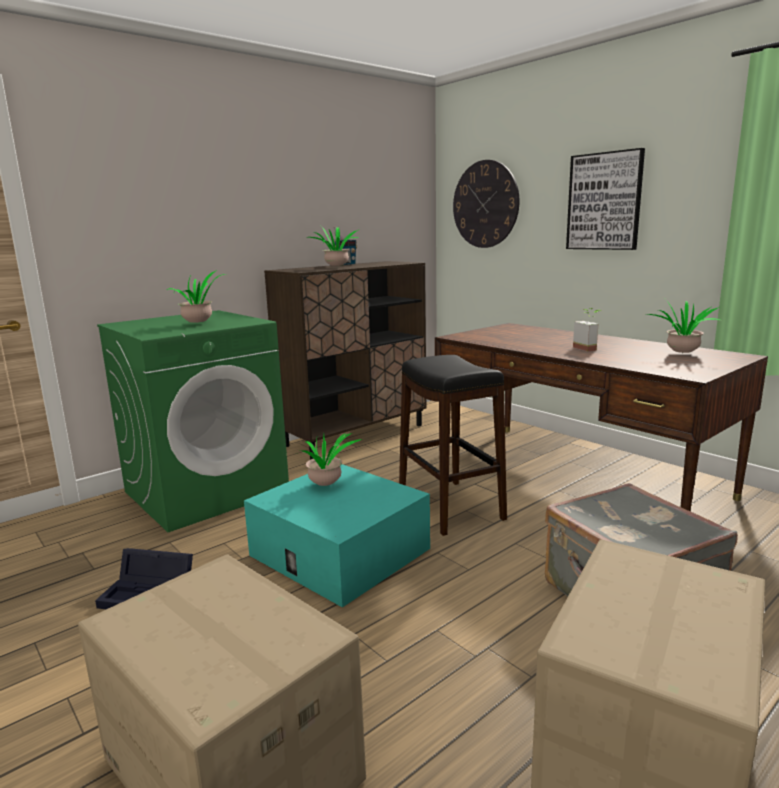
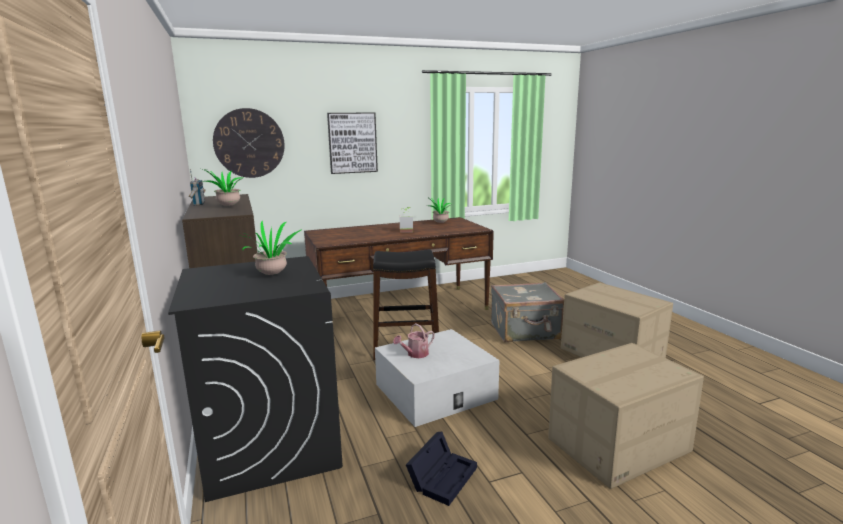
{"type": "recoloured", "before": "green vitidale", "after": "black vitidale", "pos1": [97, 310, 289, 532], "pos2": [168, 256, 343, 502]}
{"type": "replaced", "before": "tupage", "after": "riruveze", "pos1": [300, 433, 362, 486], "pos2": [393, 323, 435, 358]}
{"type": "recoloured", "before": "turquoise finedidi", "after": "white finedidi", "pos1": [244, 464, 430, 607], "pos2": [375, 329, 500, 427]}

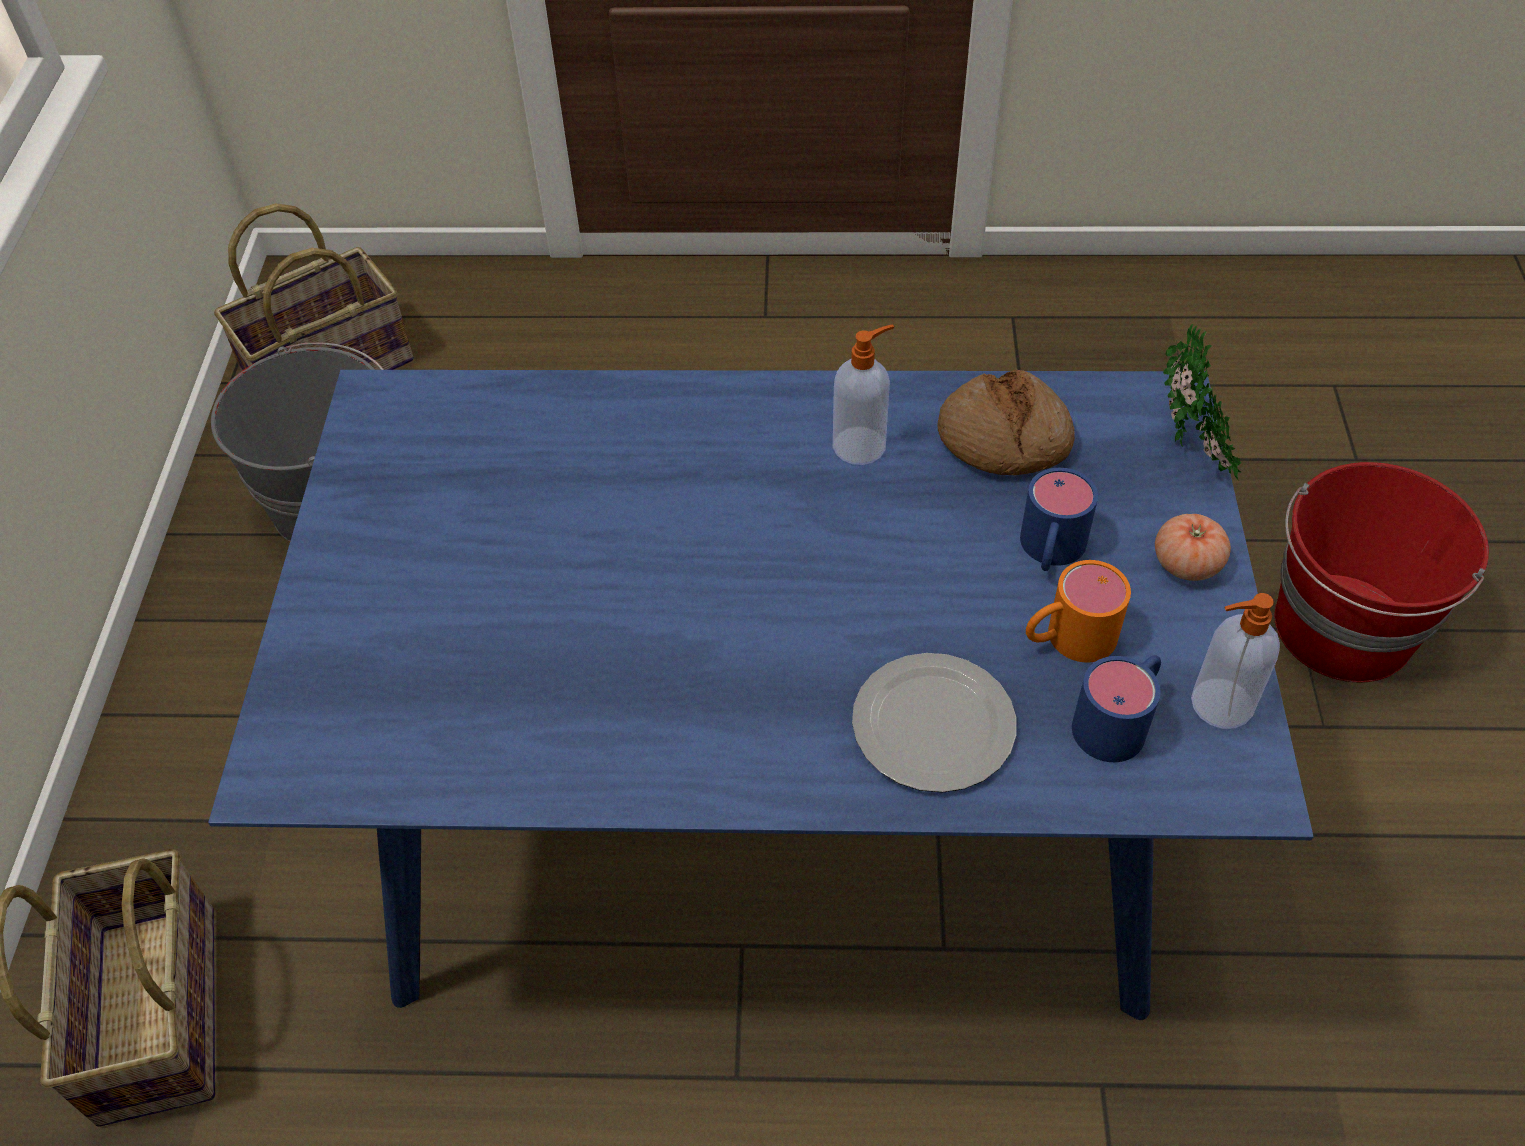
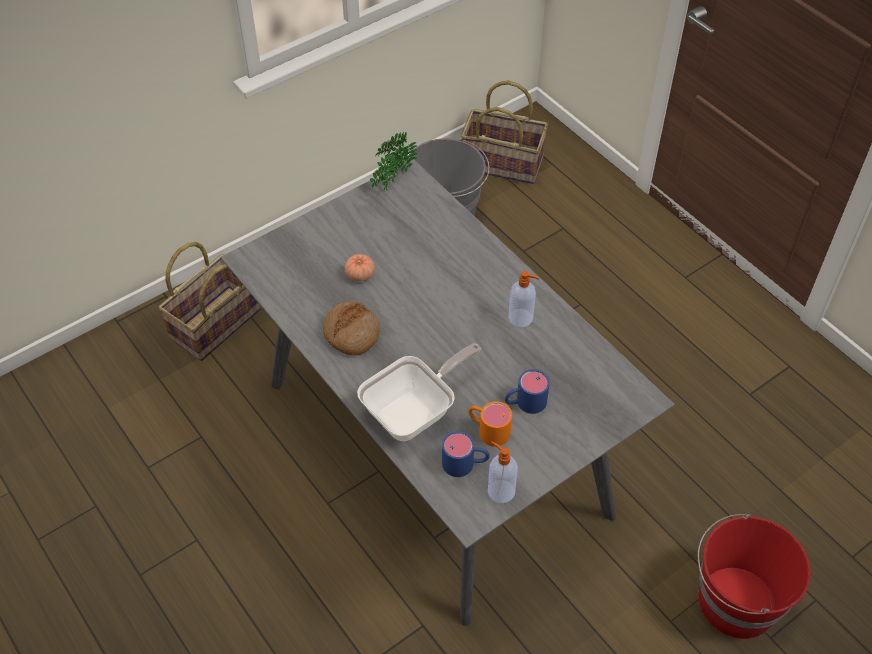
{"type": "moved", "before": "tupage", "pos1": [1163, 324, 1242, 481], "pos2": [370, 132, 417, 191]}
{"type": "recoloured", "before": "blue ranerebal", "after": "grey ranerebal", "pos1": [208, 370, 1314, 1020], "pos2": [221, 159, 675, 626]}
{"type": "moved", "before": "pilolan", "pos1": [937, 370, 1075, 475], "pos2": [323, 301, 380, 356]}
{"type": "moved", "before": "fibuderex", "pos1": [1155, 514, 1231, 581], "pos2": [345, 254, 375, 282]}
{"type": "replaced", "before": "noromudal", "after": "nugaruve", "pos1": [852, 653, 1016, 793], "pos2": [357, 344, 481, 441]}

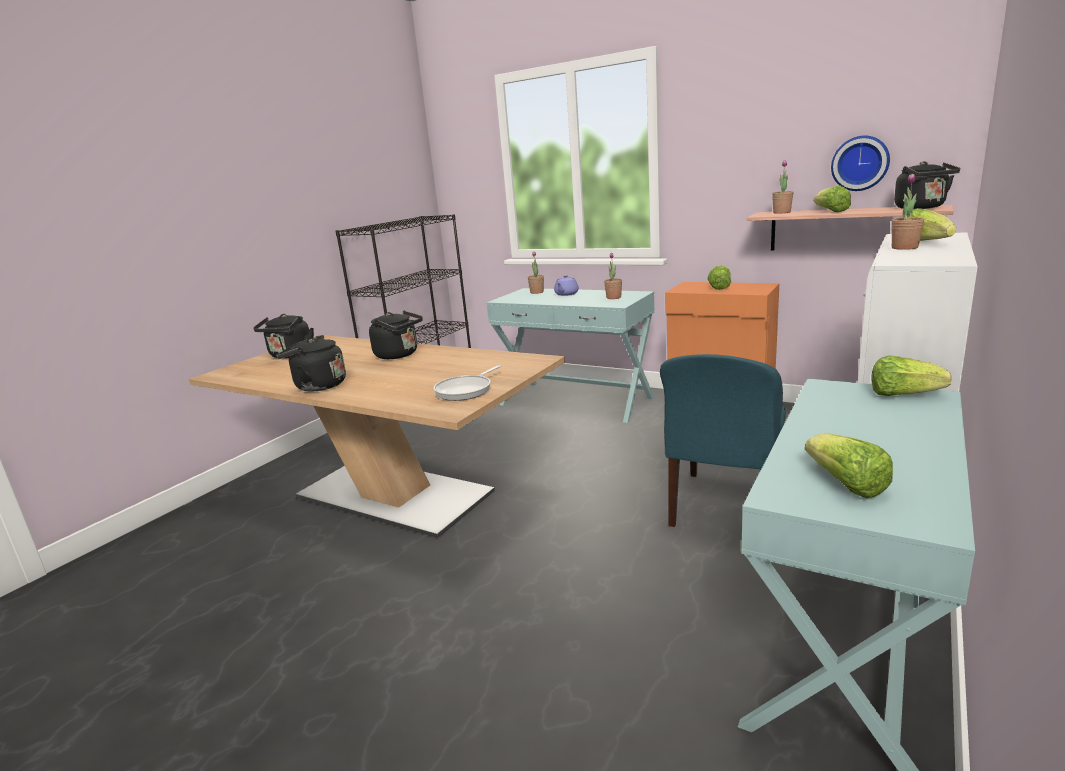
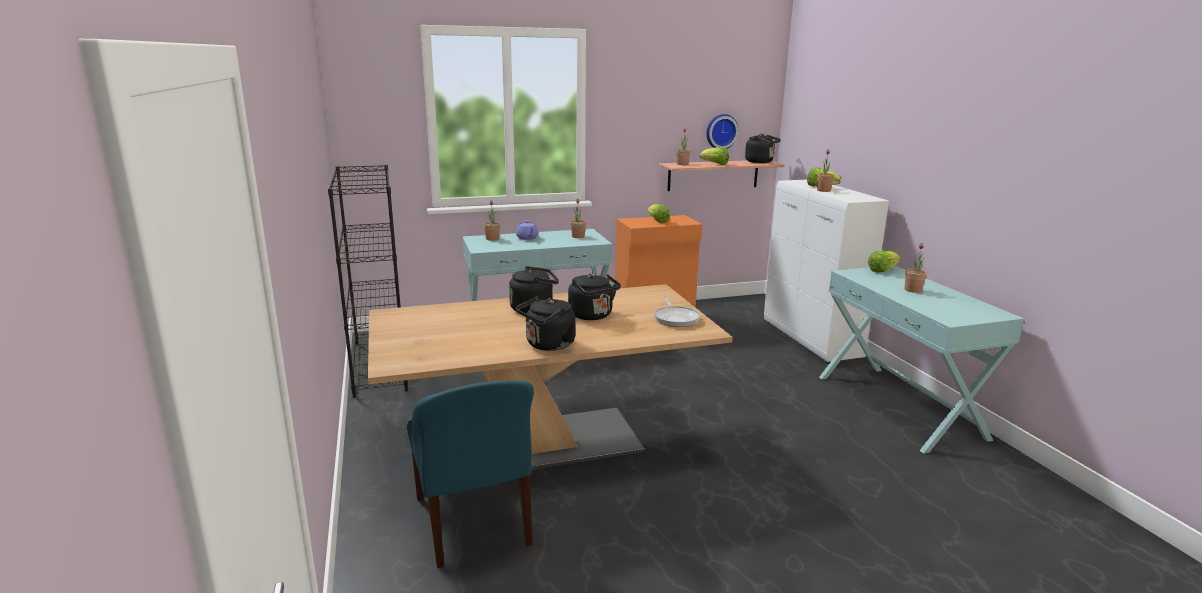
{"type": "moved", "before": "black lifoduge", "pos1": [253, 314, 314, 358], "pos2": [568, 274, 621, 320]}
{"type": "moved", "before": "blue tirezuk", "pos1": [660, 354, 786, 527], "pos2": [407, 380, 534, 568]}
{"type": "removed", "before": "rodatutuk", "pos1": [805, 434, 893, 498]}
{"type": "added", "after": "tupage", "pos2": [905, 243, 927, 293]}

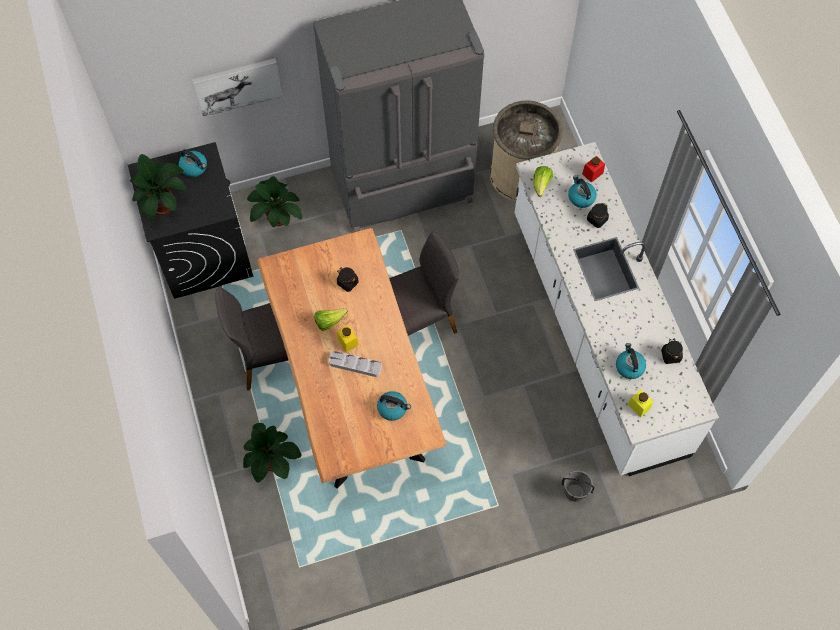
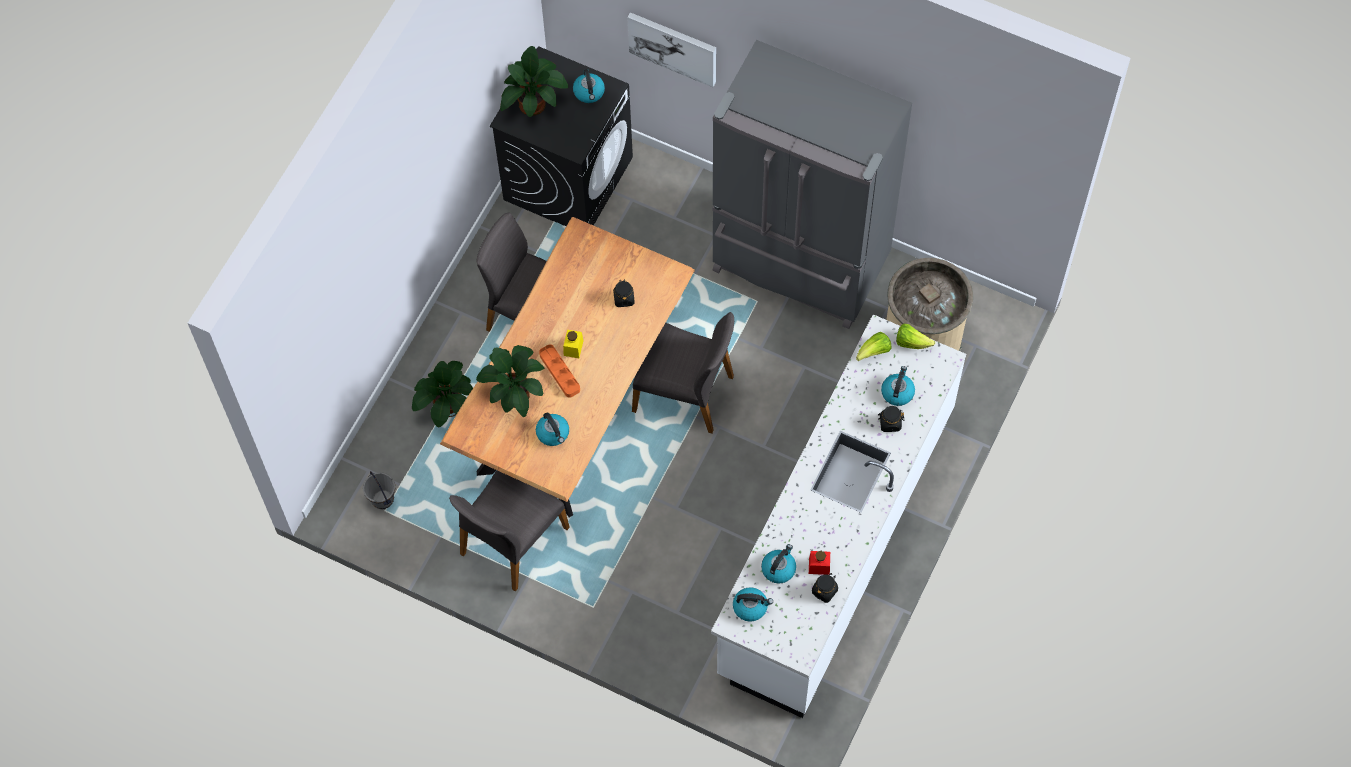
{"type": "moved", "before": "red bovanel", "pos1": [582, 156, 605, 183], "pos2": [809, 551, 830, 575]}
{"type": "moved", "before": "tupage", "pos1": [247, 176, 302, 227], "pos2": [476, 345, 544, 417]}
{"type": "moved", "before": "rodatutuk", "pos1": [314, 308, 348, 331], "pos2": [896, 324, 935, 349]}
{"type": "recoloured", "before": "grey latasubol", "after": "orange latasubol", "pos1": [329, 351, 382, 377], "pos2": [539, 344, 580, 398]}
{"type": "replaced", "before": "yellow bovanel", "after": "lifoduge", "pos1": [628, 389, 653, 417], "pos2": [733, 587, 773, 622]}
{"type": "moved", "before": "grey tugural", "pos1": [562, 470, 595, 502], "pos2": [363, 471, 395, 509]}
{"type": "added", "after": "grey tirezuk", "pos2": [449, 470, 570, 592]}

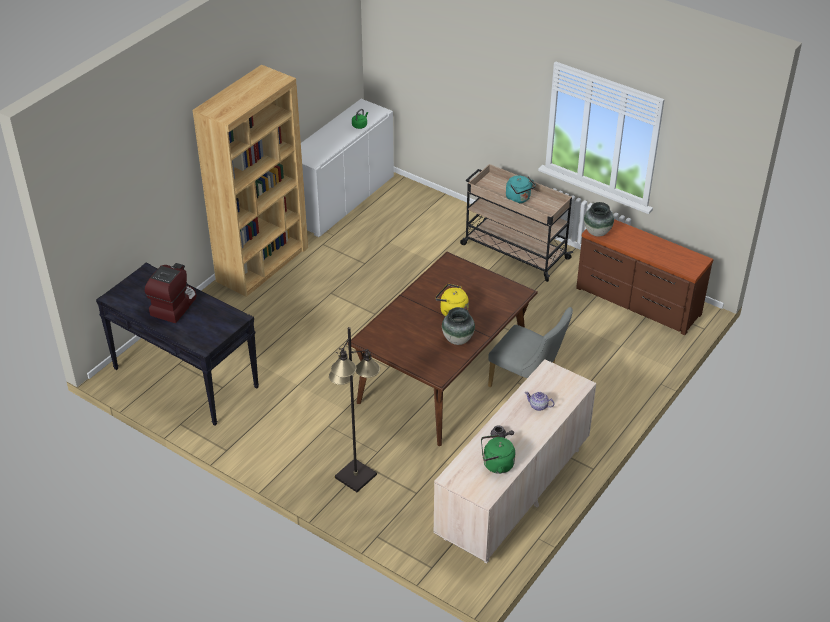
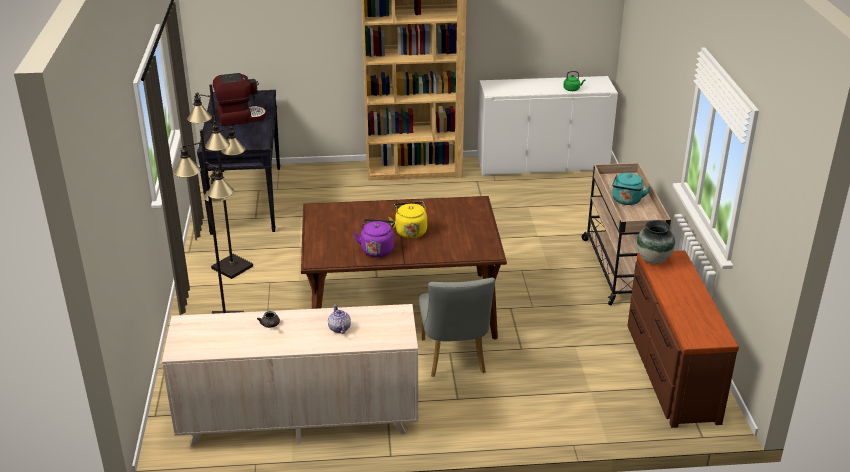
{"type": "replaced", "before": "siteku", "after": "purple lifoduge", "pos1": [442, 307, 475, 345], "pos2": [354, 219, 395, 257]}
{"type": "removed", "before": "green lifoduge", "pos1": [481, 435, 515, 474]}
{"type": "added", "after": "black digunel", "pos2": [187, 84, 253, 279]}

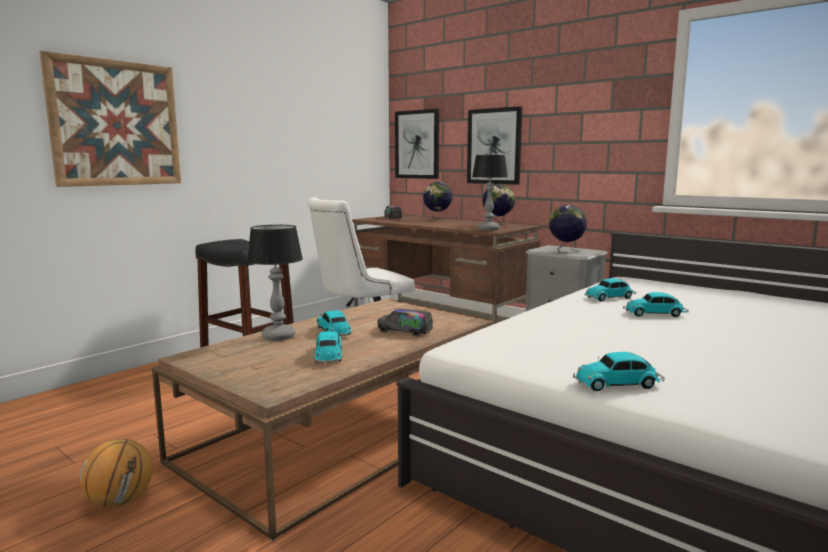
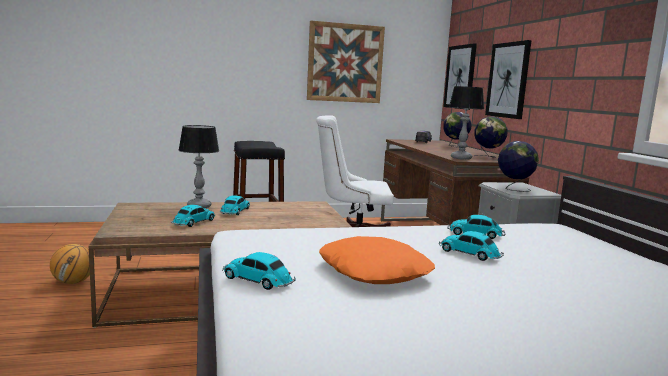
{"type": "moved", "before": "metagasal", "pos1": [40, 51, 181, 187], "pos2": [307, 20, 385, 103]}
{"type": "removed", "before": "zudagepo", "pos1": [378, 309, 433, 336]}
{"type": "added", "after": "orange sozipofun", "pos2": [319, 236, 435, 284]}

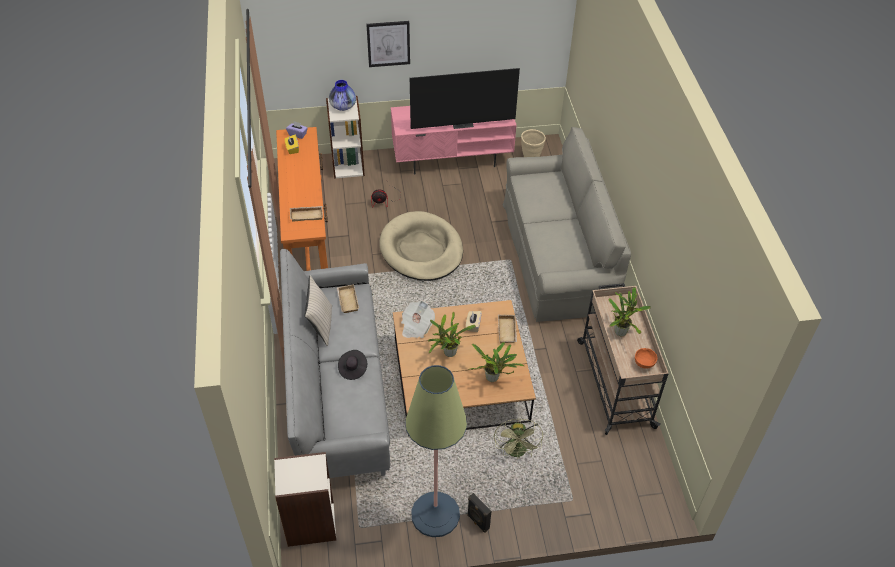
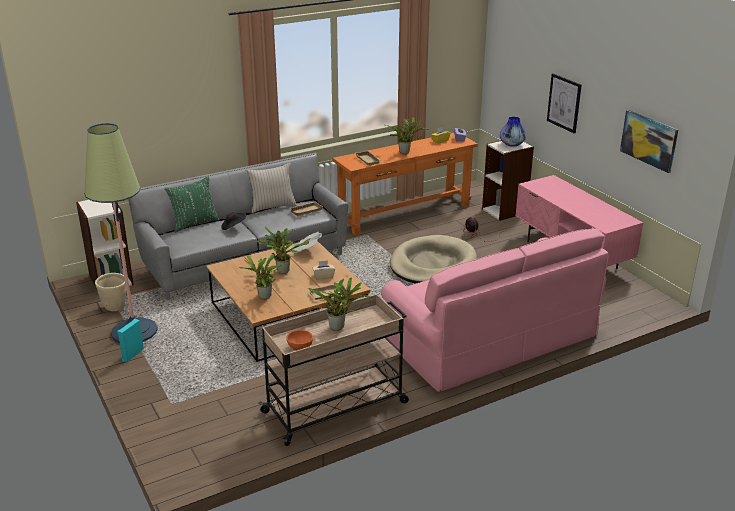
{"type": "removed", "before": "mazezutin", "pos1": [410, 68, 520, 129]}
{"type": "recoloured", "before": "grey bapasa", "after": "pink bapasa", "pos1": [502, 127, 631, 322], "pos2": [381, 228, 609, 392]}
{"type": "moved", "before": "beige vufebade", "pos1": [521, 129, 546, 157], "pos2": [95, 273, 126, 311]}
{"type": "removed", "before": "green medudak", "pos1": [494, 419, 543, 459]}
{"type": "recoloured", "before": "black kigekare", "after": "turquoise kigekare", "pos1": [467, 493, 491, 533], "pos2": [117, 319, 144, 362]}
{"type": "added", "after": "metagasal", "pos2": [620, 110, 678, 173]}
{"type": "added", "after": "tupage", "pos2": [386, 117, 429, 154]}
{"type": "added", "after": "green sozipofun", "pos2": [165, 176, 220, 232]}

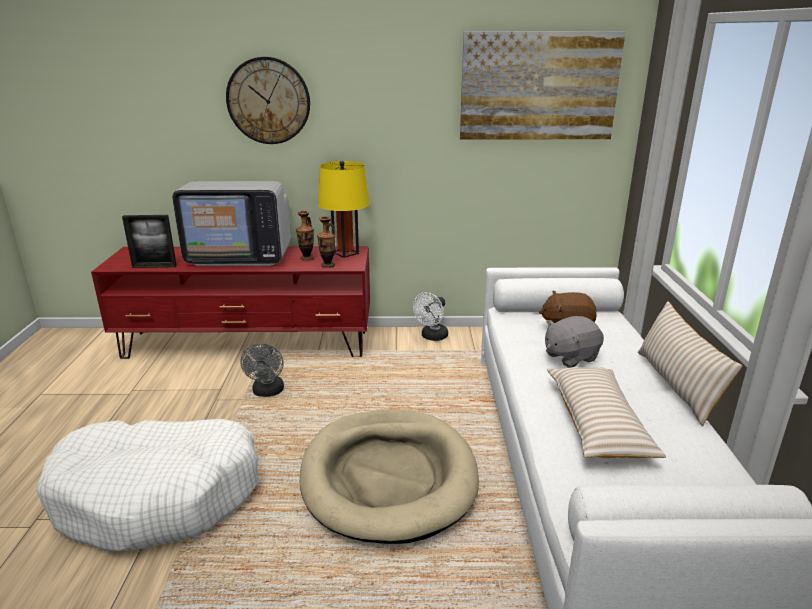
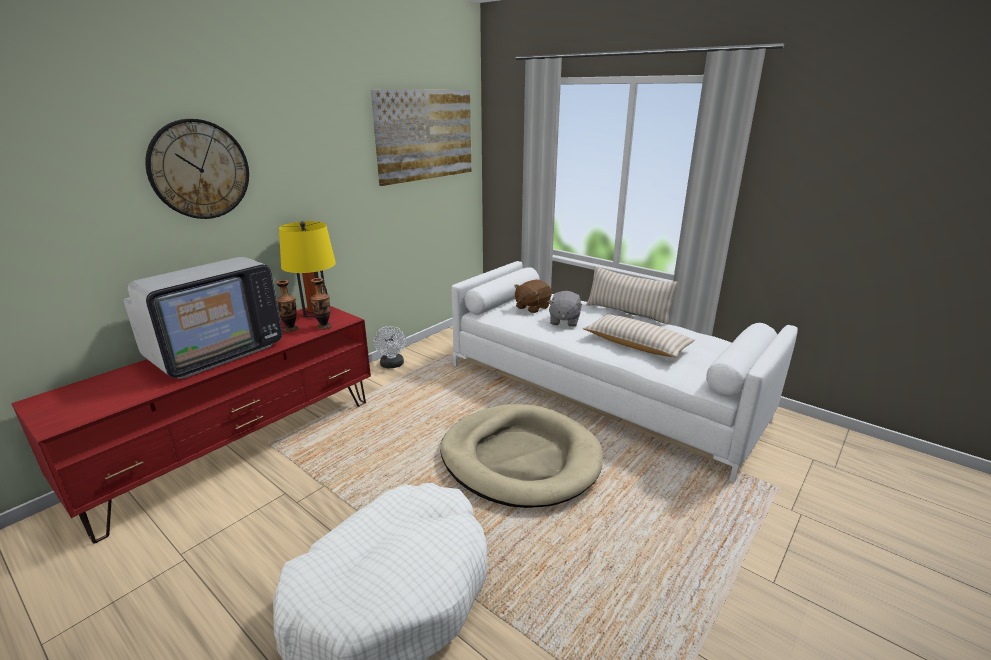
{"type": "removed", "before": "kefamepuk", "pos1": [122, 215, 177, 268]}
{"type": "removed", "before": "grey medudak", "pos1": [241, 343, 284, 397]}

